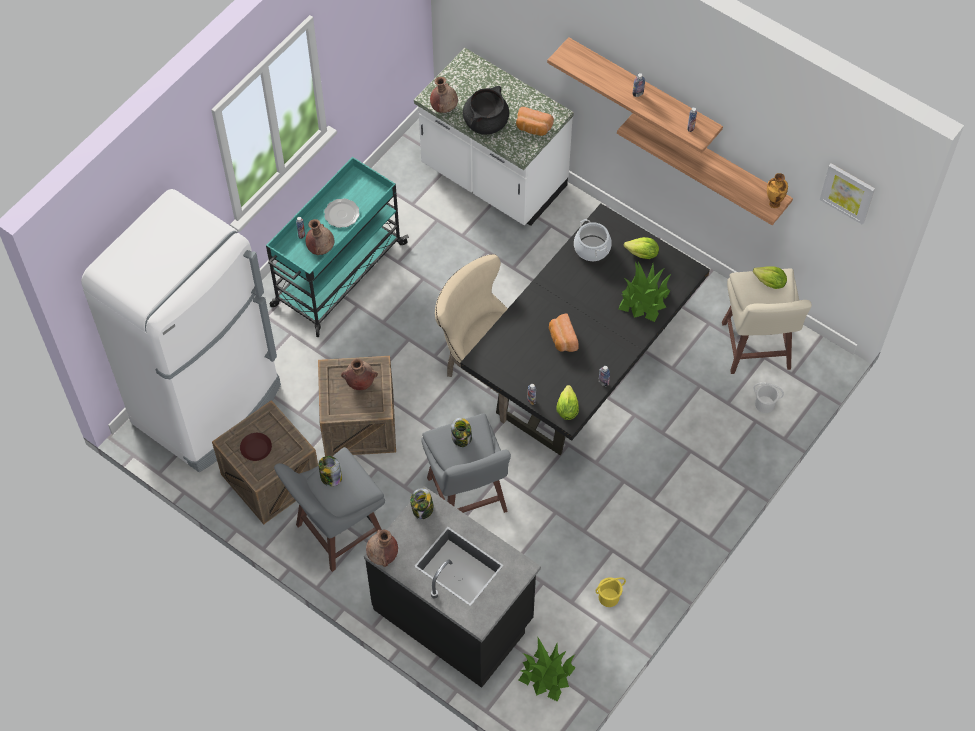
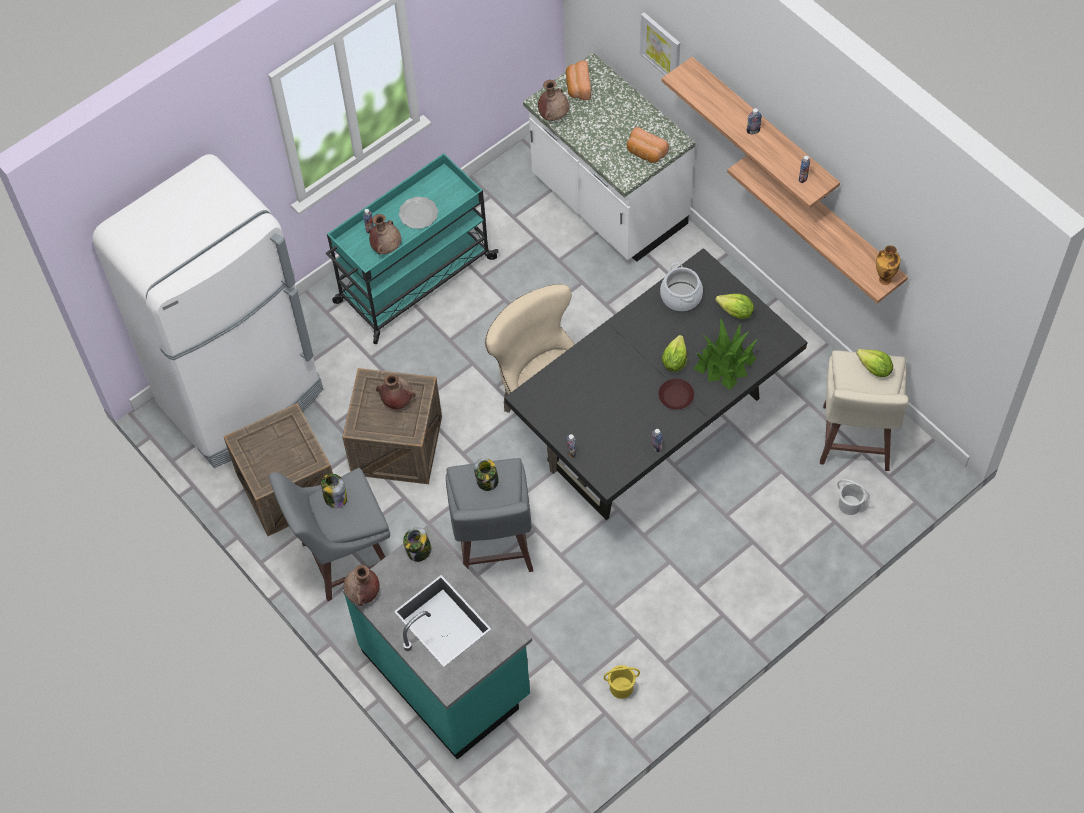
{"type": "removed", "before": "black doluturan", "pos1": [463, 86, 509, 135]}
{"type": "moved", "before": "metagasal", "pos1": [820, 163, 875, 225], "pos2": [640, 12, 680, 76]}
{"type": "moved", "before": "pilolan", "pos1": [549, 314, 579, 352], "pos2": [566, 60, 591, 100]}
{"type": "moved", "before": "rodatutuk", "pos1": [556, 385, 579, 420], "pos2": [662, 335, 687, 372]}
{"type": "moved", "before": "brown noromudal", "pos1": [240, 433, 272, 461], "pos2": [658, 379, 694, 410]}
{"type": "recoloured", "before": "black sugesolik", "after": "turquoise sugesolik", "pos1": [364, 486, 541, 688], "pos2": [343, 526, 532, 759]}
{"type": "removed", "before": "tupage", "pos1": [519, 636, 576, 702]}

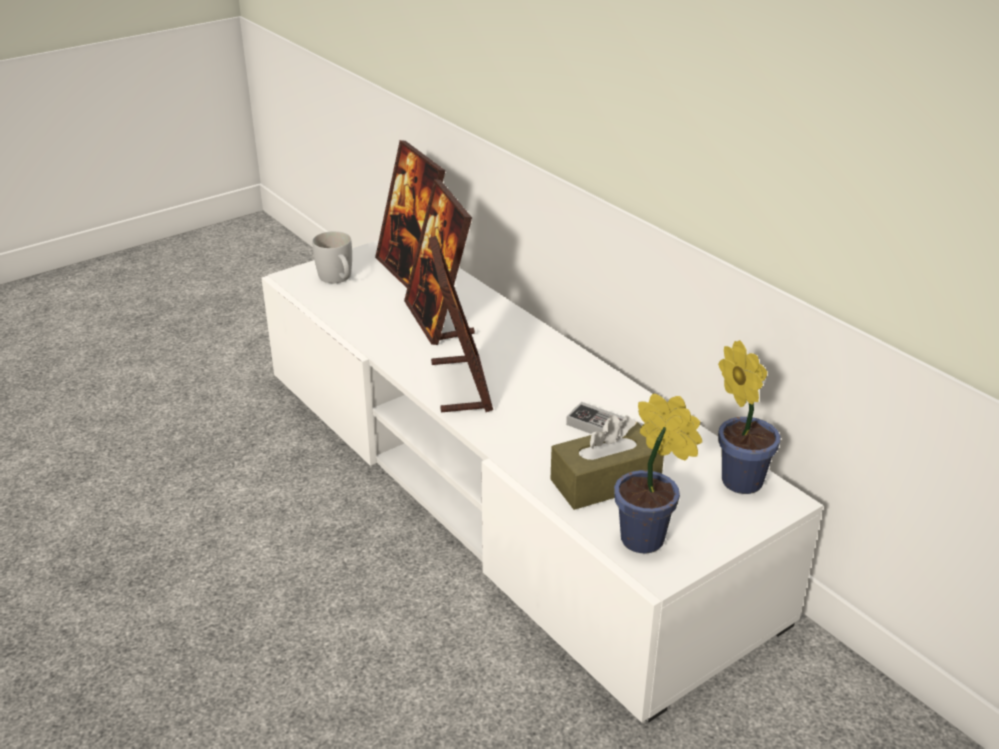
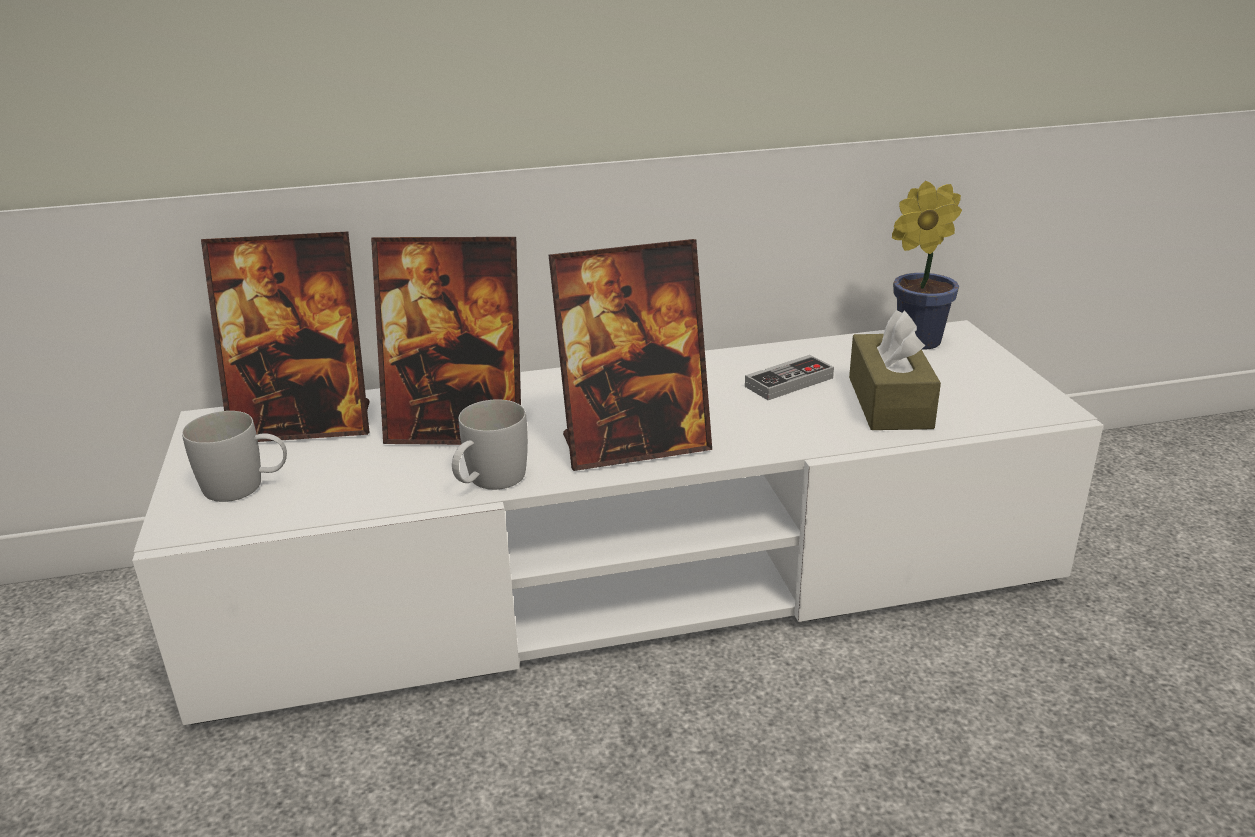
{"type": "turned", "before": "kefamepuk", "pos1": [429, 236, 493, 412], "pos2": [548, 239, 712, 471], "turn": 150}
{"type": "removed", "before": "tupage", "pos1": [614, 393, 702, 553]}
{"type": "added", "after": "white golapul", "pos2": [452, 399, 528, 490]}

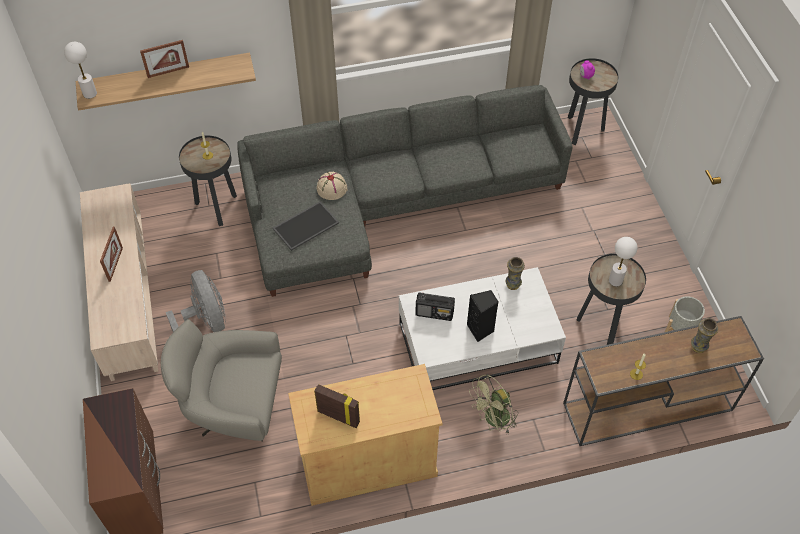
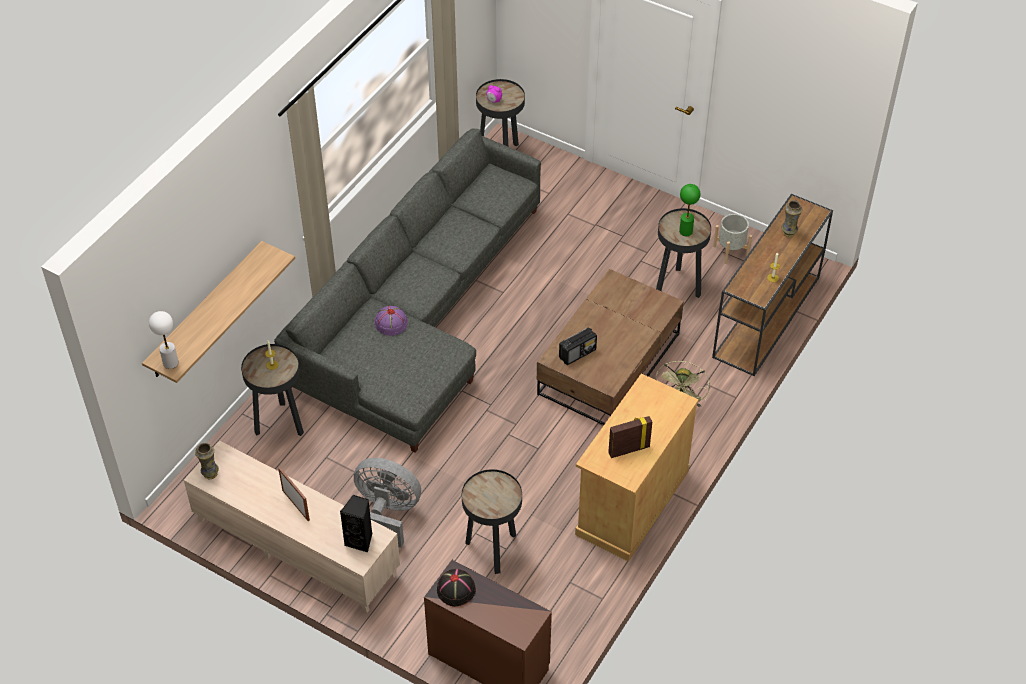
{"type": "removed", "before": "kefamepuk", "pos1": [140, 40, 189, 78]}
{"type": "recoloured", "before": "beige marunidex", "after": "purple marunidex", "pos1": [317, 171, 347, 200], "pos2": [374, 306, 408, 336]}
{"type": "removed", "before": "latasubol", "pos1": [273, 201, 339, 251]}
{"type": "recoloured", "before": "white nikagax", "after": "green nikagax", "pos1": [609, 237, 637, 286], "pos2": [679, 184, 701, 236]}
{"type": "moved", "before": "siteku", "pos1": [506, 257, 525, 290], "pos2": [195, 443, 219, 479]}
{"type": "recoloured", "before": "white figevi", "after": "brown figevi", "pos1": [399, 267, 566, 390], "pos2": [537, 269, 684, 425]}
{"type": "moved", "before": "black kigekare", "pos1": [467, 290, 498, 342], "pos2": [340, 495, 373, 552]}
{"type": "replaced", "before": "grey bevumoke", "after": "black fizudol", "pos1": [161, 319, 282, 442], "pos2": [462, 469, 522, 574]}
{"type": "added", "after": "black marunidex", "pos2": [437, 569, 476, 607]}

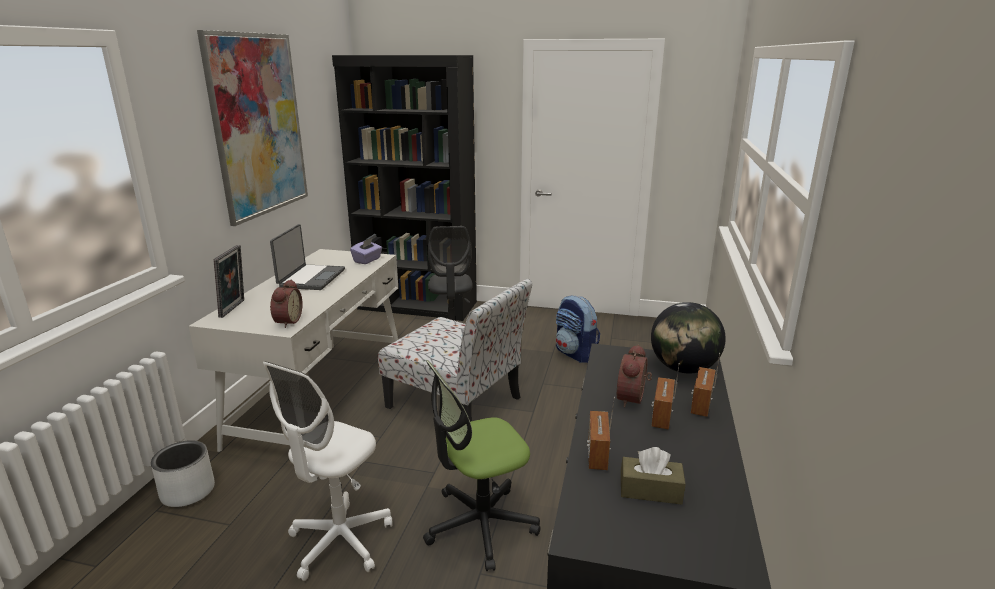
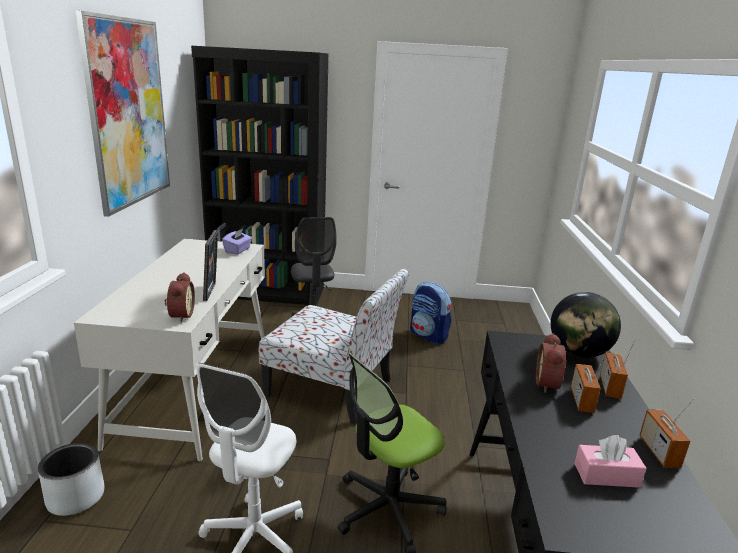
{"type": "removed", "before": "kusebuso", "pos1": [270, 224, 345, 290]}
{"type": "moved", "before": "kefamepuk", "pos1": [213, 245, 244, 318], "pos2": [203, 230, 218, 301]}
{"type": "moved", "before": "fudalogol", "pos1": [587, 397, 615, 470], "pos2": [640, 398, 695, 468]}
{"type": "recoloured", "before": "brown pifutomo", "after": "pink pifutomo", "pos1": [621, 447, 686, 505], "pos2": [574, 435, 647, 488]}

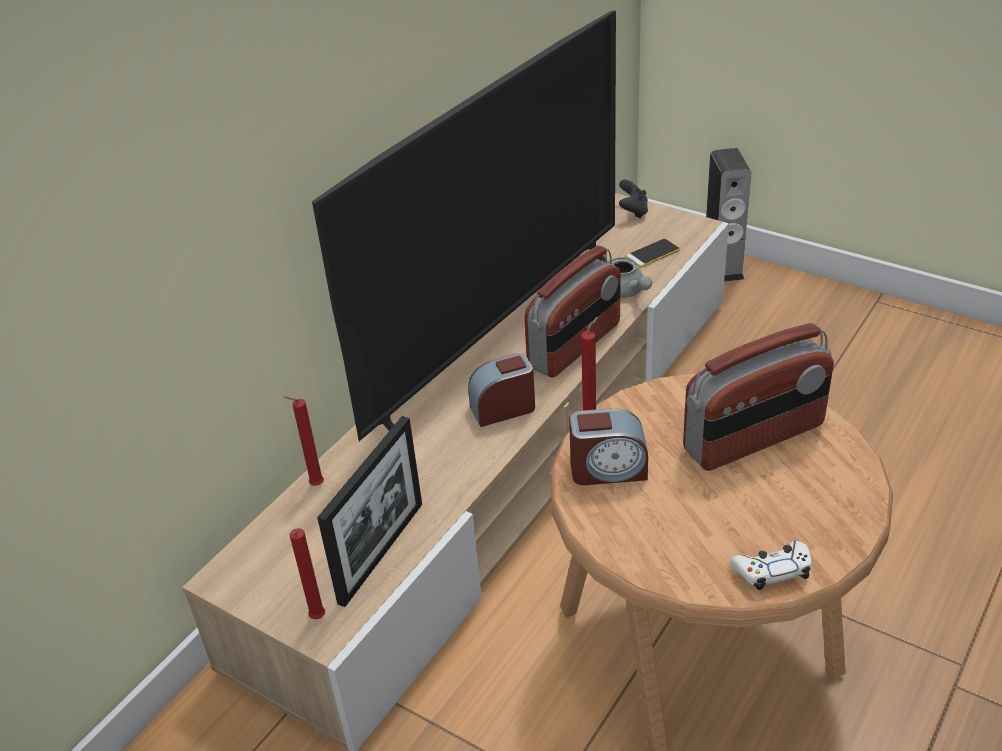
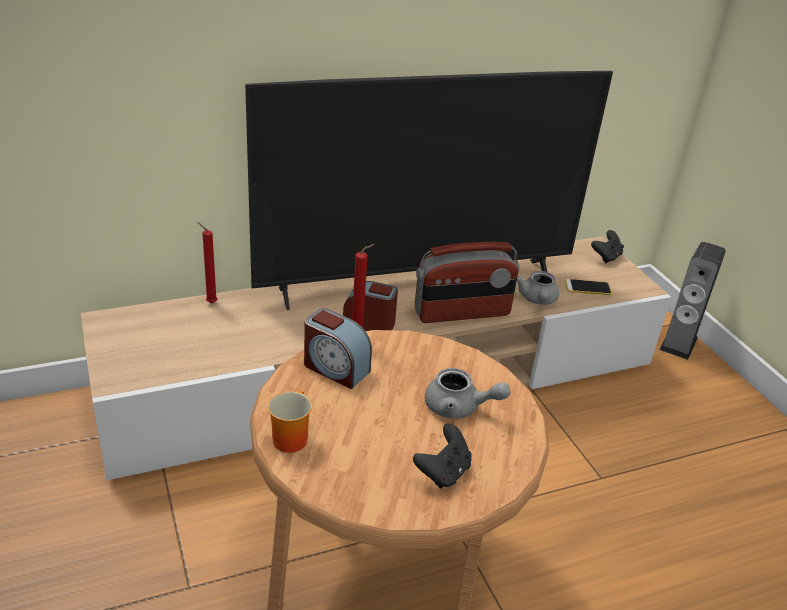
{"type": "replaced", "before": "fudalogol", "after": "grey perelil", "pos1": [683, 323, 834, 471], "pos2": [425, 368, 510, 419]}
{"type": "removed", "before": "kefamepuk", "pos1": [317, 416, 422, 607]}
{"type": "removed", "before": "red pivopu", "pos1": [290, 528, 325, 619]}
{"type": "removed", "before": "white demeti", "pos1": [731, 541, 812, 590]}
{"type": "added", "after": "golapul", "pos2": [267, 390, 312, 453]}
{"type": "added", "after": "black demeti", "pos2": [413, 424, 472, 488]}

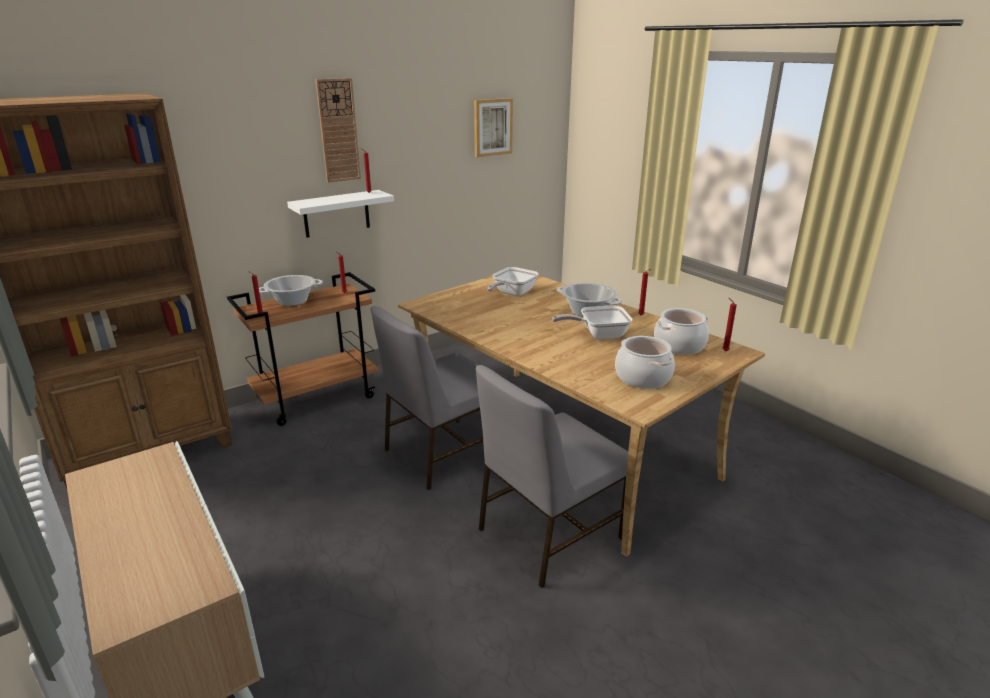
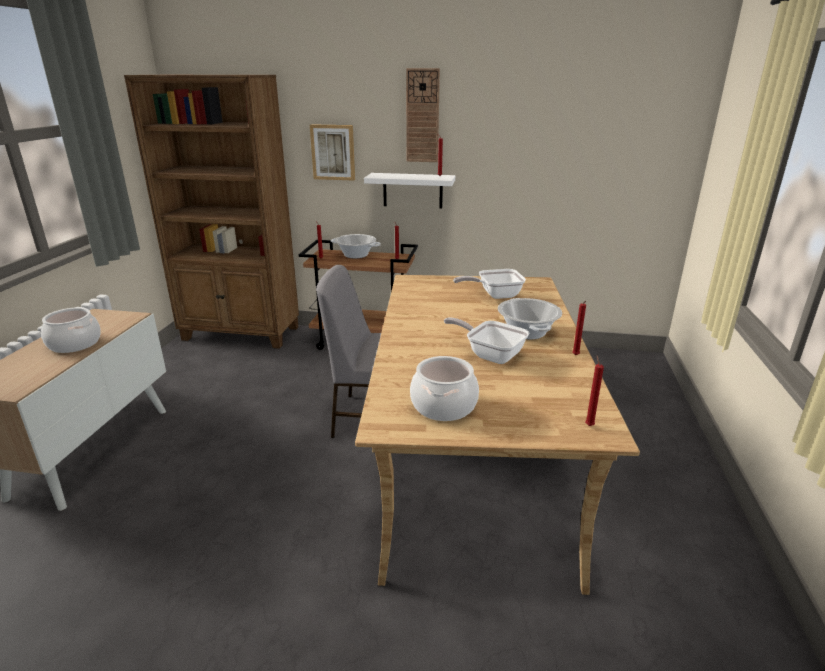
{"type": "moved", "before": "metagasal", "pos1": [474, 98, 513, 157], "pos2": [310, 124, 355, 181]}
{"type": "moved", "before": "doluturan", "pos1": [654, 308, 709, 355], "pos2": [41, 307, 101, 353]}
{"type": "removed", "before": "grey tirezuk", "pos1": [476, 365, 628, 588]}

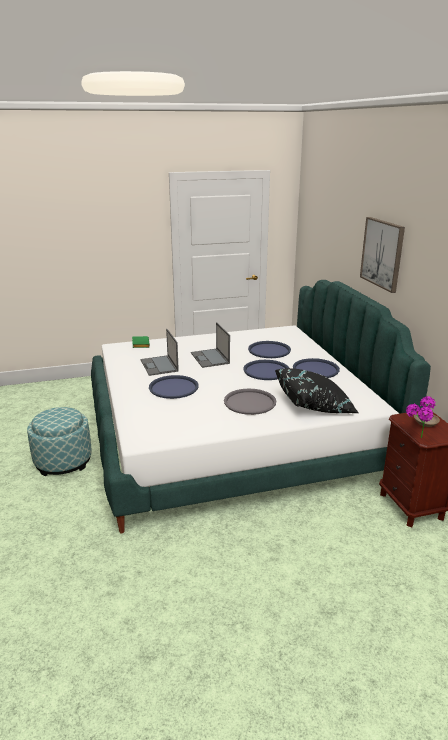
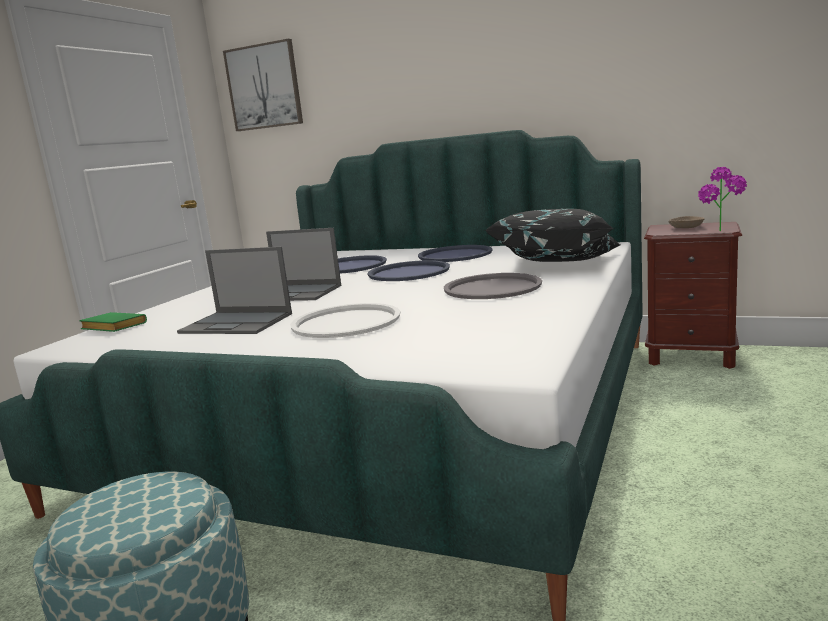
{"type": "moved", "before": "metagasal", "pos1": [360, 217, 405, 293], "pos2": [223, 39, 303, 131]}
{"type": "recoloured", "before": "blue latasubol", "after": "white latasubol", "pos1": [149, 375, 198, 399], "pos2": [290, 303, 400, 338]}

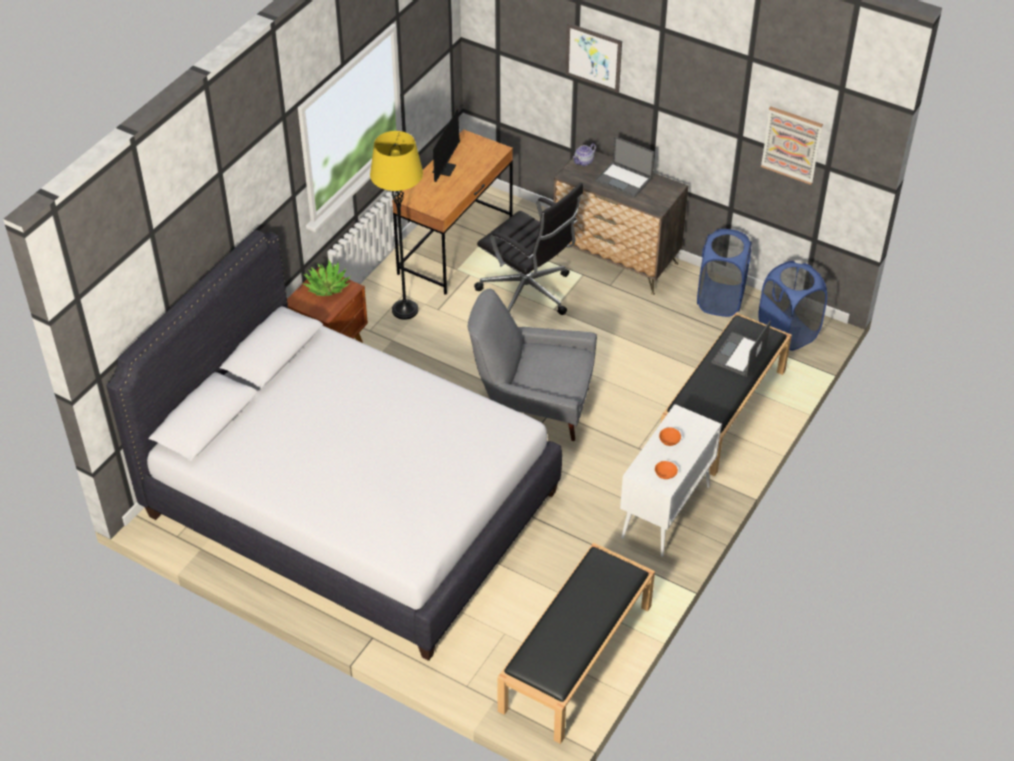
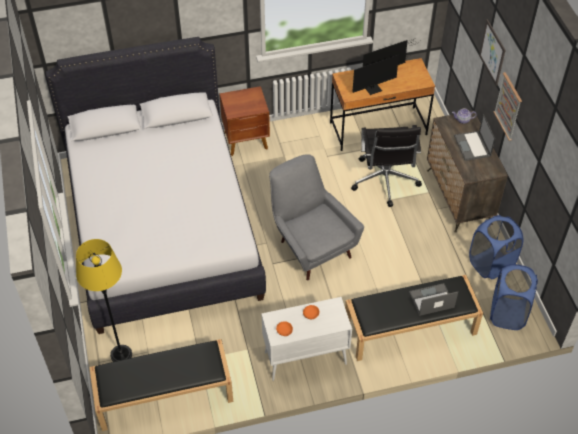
{"type": "moved", "before": "metagasal", "pos1": [761, 107, 823, 185], "pos2": [494, 72, 522, 141]}
{"type": "moved", "before": "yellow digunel", "pos1": [370, 131, 423, 320], "pos2": [76, 239, 132, 362]}
{"type": "removed", "before": "tupage", "pos1": [303, 260, 351, 296]}
{"type": "added", "after": "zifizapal", "pos2": [352, 53, 407, 95]}

